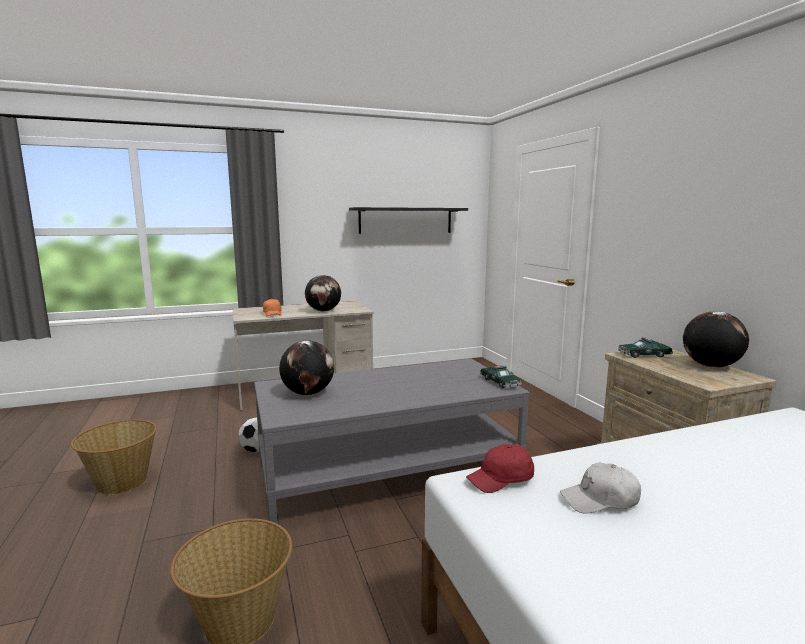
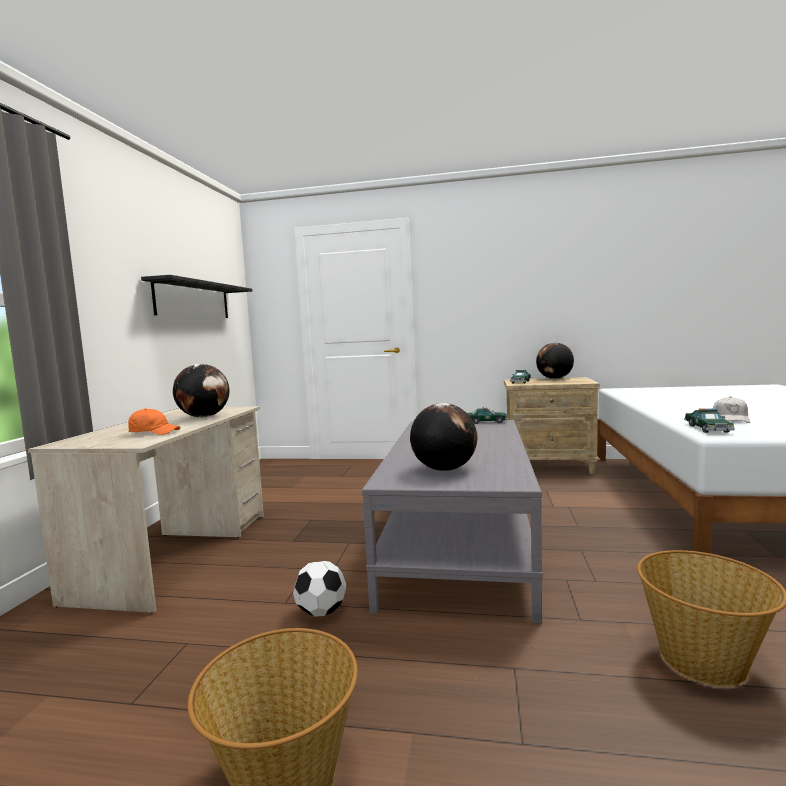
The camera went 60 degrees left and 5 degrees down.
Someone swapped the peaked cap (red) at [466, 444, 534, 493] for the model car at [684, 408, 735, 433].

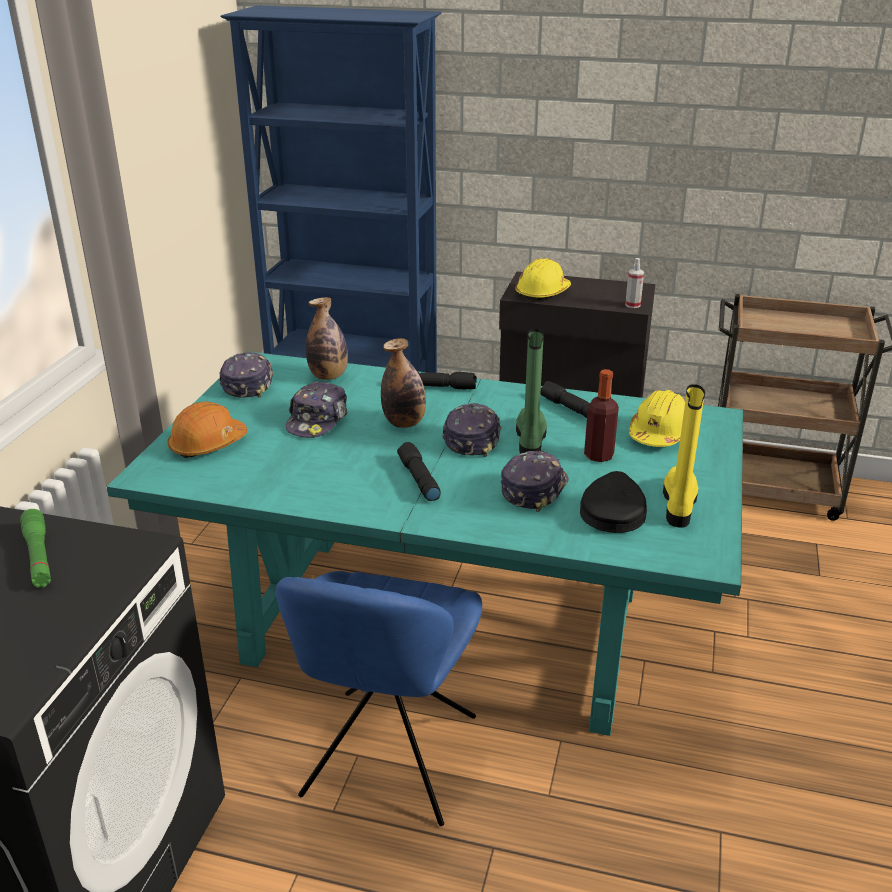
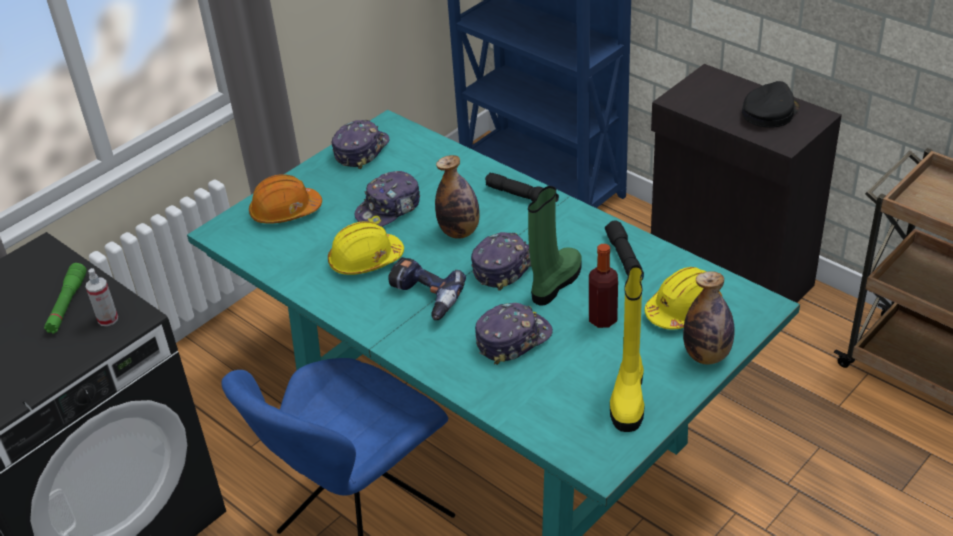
The camera went 30 degrees right and 10 degrees up.
Someone carried the drink bottle from [306, 297, 348, 380] to [683, 271, 735, 365].
Someone swapped the flashlight (blackish) at [397, 442, 441, 501] for the drill at [388, 257, 466, 320].
Someone carried the safety helmet (yellow-coloured) from [515, 258, 571, 301] to [328, 221, 404, 275].
Someone carried the peaked cap (blackish) from [580, 471, 647, 533] to [742, 81, 800, 128].
Someone carried the sprayer from [625, 258, 644, 308] to [86, 268, 118, 326].
Someone rotated the boot (yellow-coloured) at [663, 384, 705, 528] by 150 degrees clockwise.

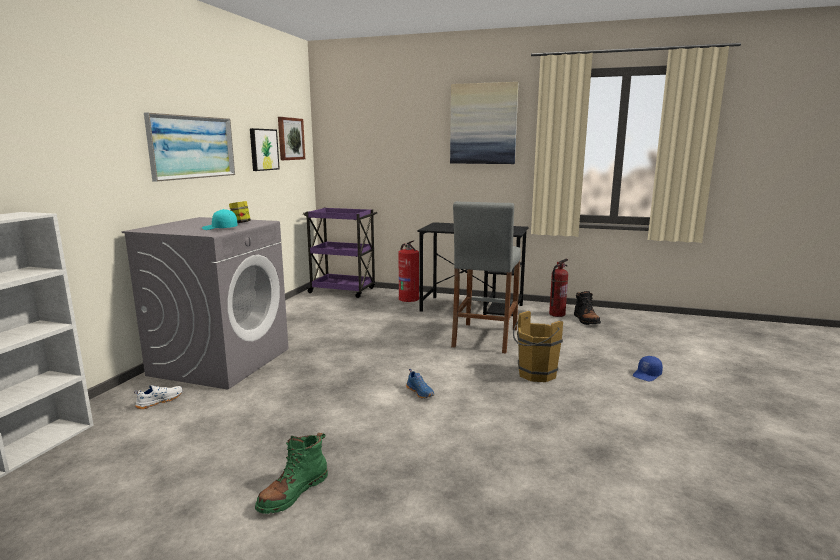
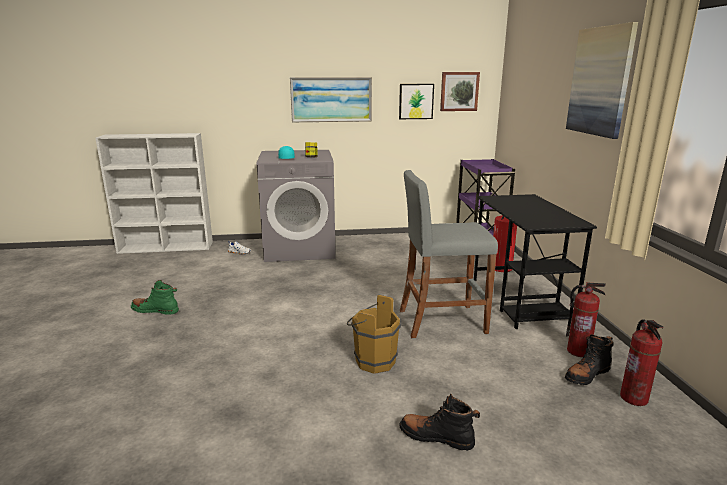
The camera went 65 degrees right and 5 degrees up.
Someone took away the low shoe (bluish) at [406, 369, 434, 399].
Someone swapped the peaked cap (bluish) at [633, 356, 663, 382] for the boot (blackish) at [399, 394, 480, 451].
Someone put down the extinguisher at [620, 319, 663, 406].

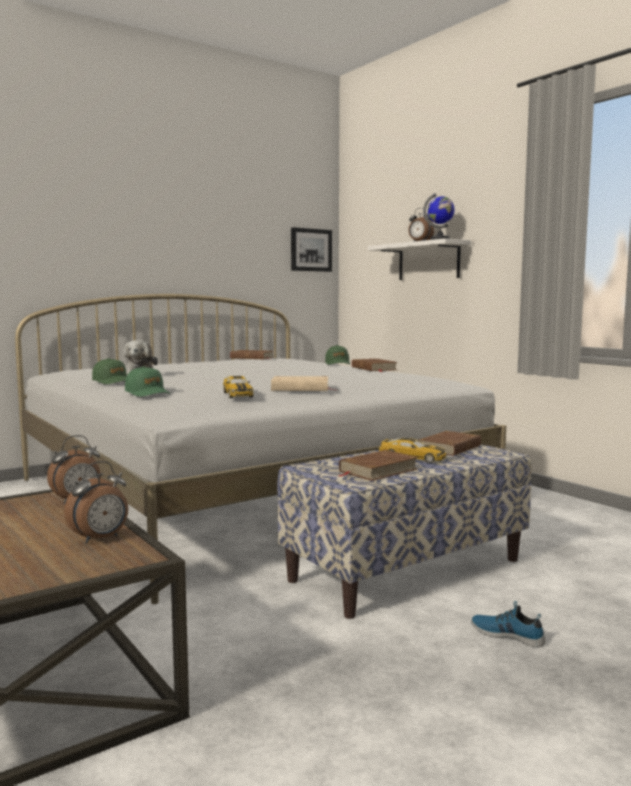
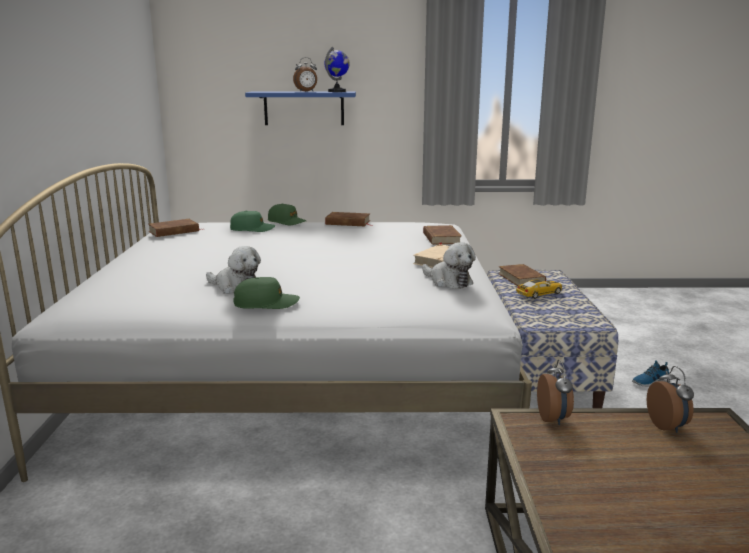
The camera went 55 degrees left and 10 degrees up.
Someone carried the peaked cap (greenish) from [125, 366, 170, 397] to [230, 210, 275, 232].
Someone swapped the model car at [223, 376, 254, 398] for the plush toy at [422, 242, 476, 289].
Someone took away the wall art at [291, 227, 332, 272].
Someone carried the bound book (brown) from [338, 450, 418, 481] to [423, 225, 462, 245].
Someone repainted the wall shelf (whitish) at [368, 238, 471, 280], which became the wall shelf (bluish) at [245, 91, 356, 125].

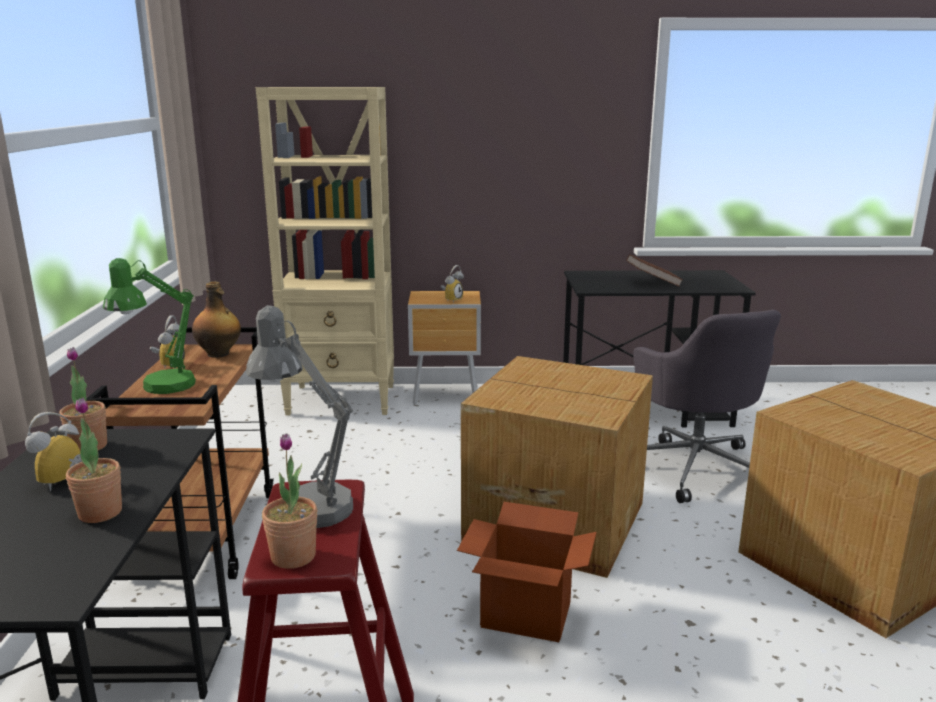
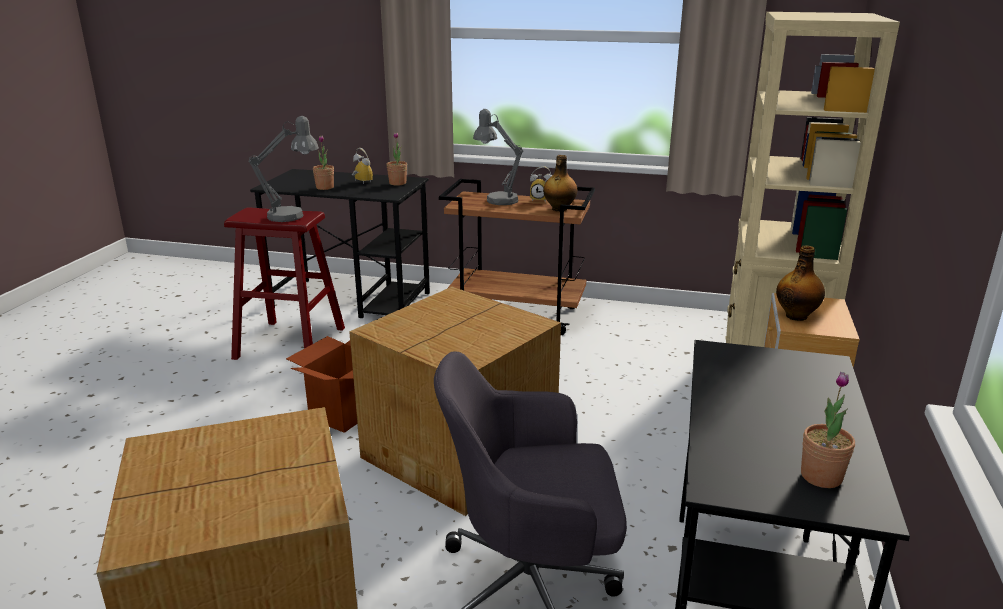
The camera went 105 degrees right and 5 degrees up.
Someone repainted the lamp for a table (greenish) at [103, 258, 196, 394], which became the lamp for a table (greyish) at [473, 109, 523, 205].
Someone carried the potted plant from [262, 433, 317, 569] to [801, 372, 855, 488].
Someone swapped the bedside clock at [440, 265, 464, 302] for the drink bottle at [776, 245, 825, 321].
Someone took away the bound book (brown) at [626, 254, 683, 287].

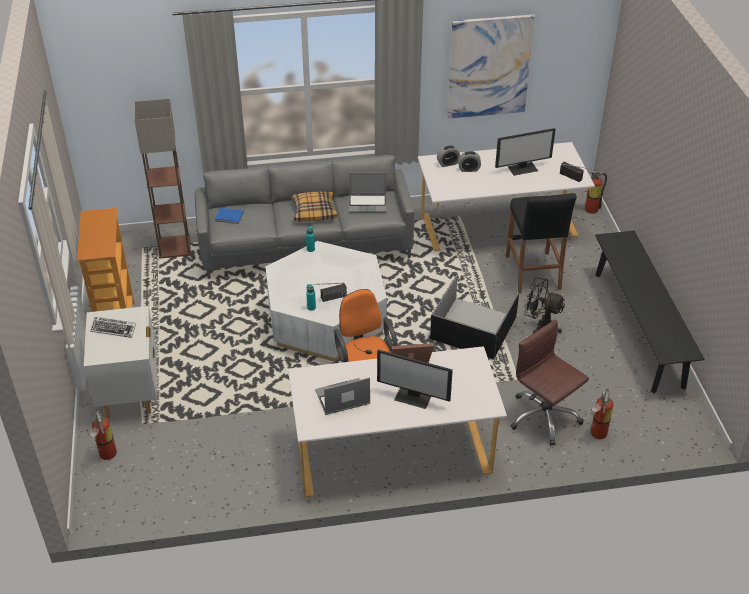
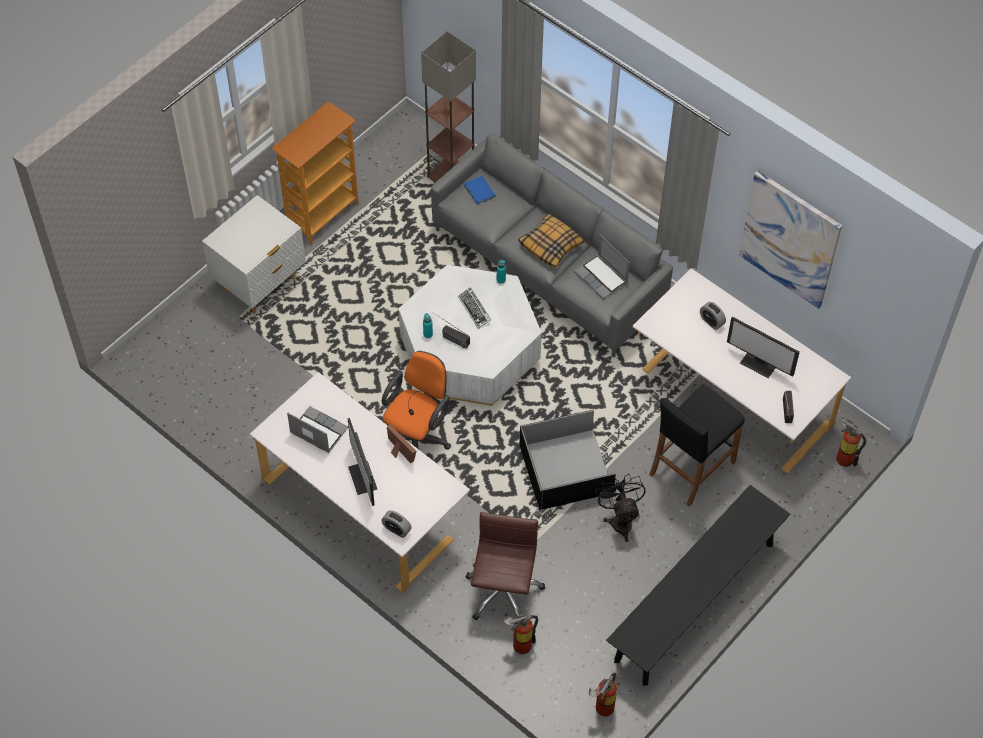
The camera went 50 degrees right and 15 degrees up.
Someone carried the extinguisher from [89, 409, 117, 460] to [589, 672, 617, 716].
Someone carried the keyboard from [90, 317, 136, 338] to [458, 287, 491, 329].
Someone carried the bedside clock from [437, 145, 460, 167] to [381, 510, 412, 538].

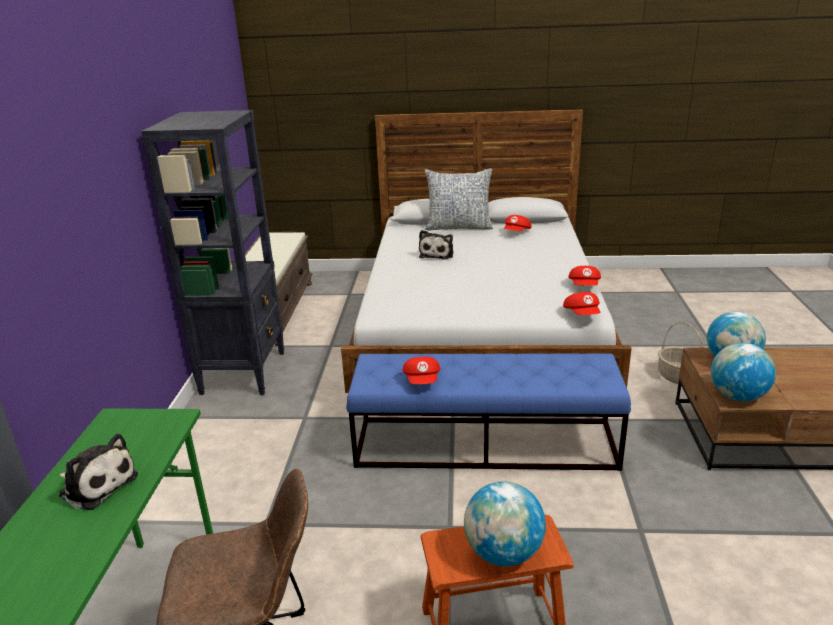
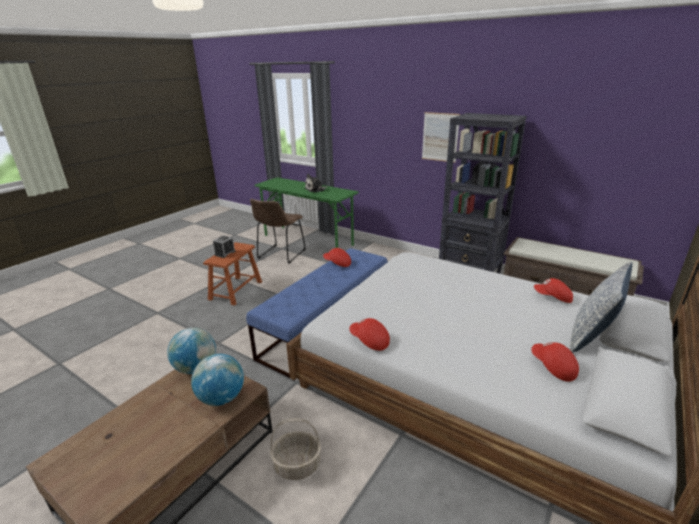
The camera went 120 degrees right and 0 degrees up.
Someone took away the plush toy at [419, 230, 454, 260].
Someone swapped the world globe at [464, 481, 546, 566] for the bedside clock at [213, 235, 236, 258].
Someone carried the peaked cap (red) from [563, 292, 601, 315] to [534, 278, 573, 303].
Someone put up the wall art at [422, 112, 460, 163].

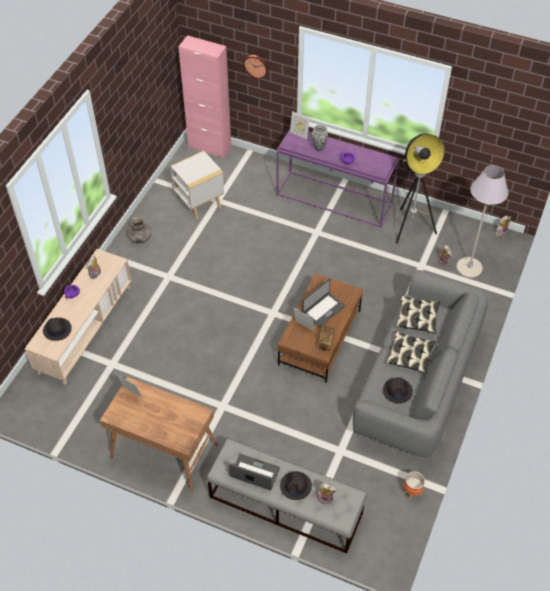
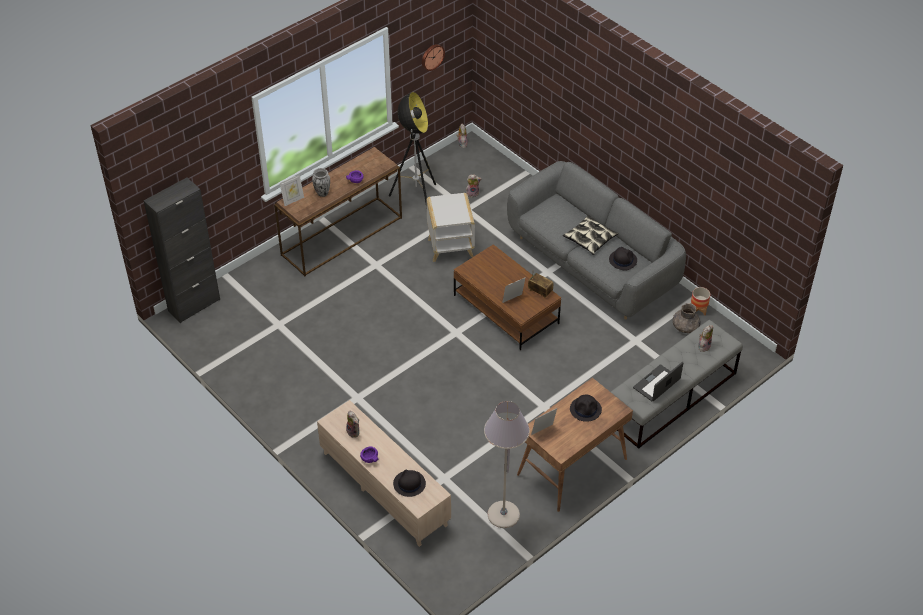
The camera went 65 degrees left and 5 degrees down.
Someone carried the flower vase (greyish) from [127, 217, 152, 244] to [673, 303, 701, 333].
Someone carried the side table (whitish) from [170, 151, 224, 219] to [426, 193, 475, 262].
Someone repainted the cupboard (pink) at [178, 35, 231, 158], which became the cupboard (blackish) at [144, 177, 220, 323].
Someone carried the wall clock from [243, 55, 268, 79] to [422, 44, 445, 71].
Someone repainted the narrow table (purplish) at [277, 129, 399, 228], which became the narrow table (brown) at [274, 147, 402, 277].
Someone carried the hat (blackish) from [280, 471, 312, 500] to [570, 395, 602, 422].
Someone took away the portable computer at [302, 279, 346, 328].
Someone took away the pillow at [396, 295, 441, 334].
Someone carried the floor lamp (greyish) from [457, 165, 509, 278] to [484, 401, 530, 528].

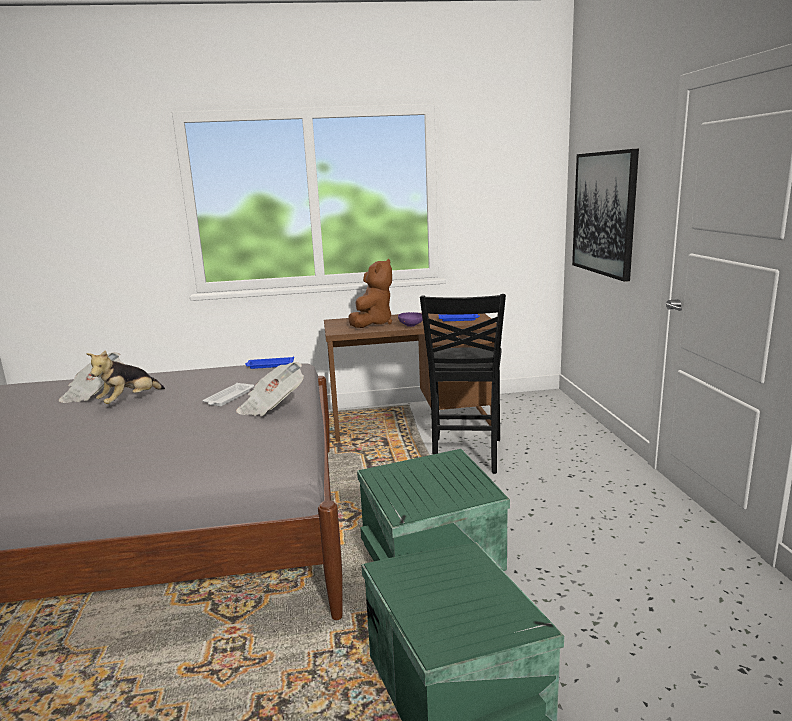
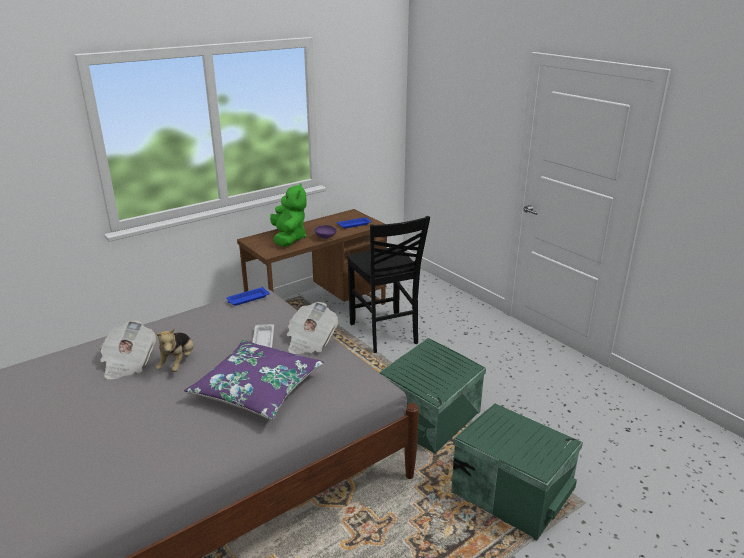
The camera went 30 degrees left and 10 degrees up.
Someone repainted the plush toy (brown) at [348, 259, 392, 328], which became the plush toy (greenish) at [270, 183, 307, 247].
Someone took away the wall art at [572, 149, 639, 282].
Someone put down the pillow (purplish) at [184, 340, 324, 420].

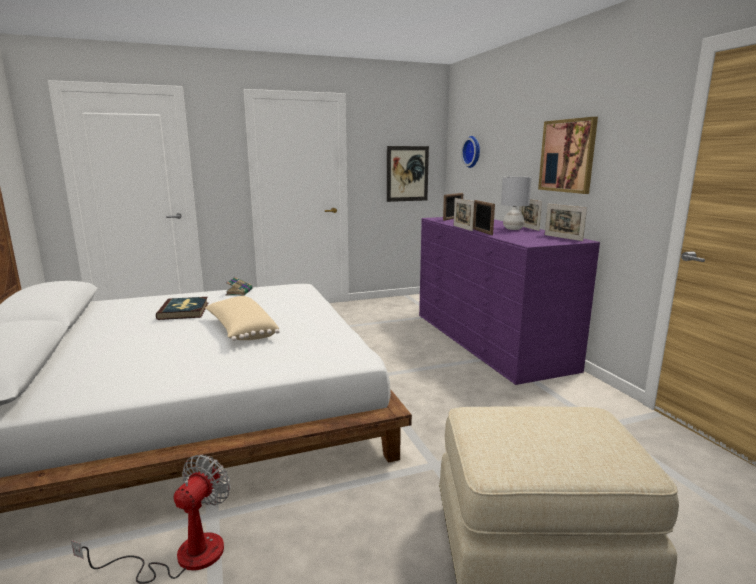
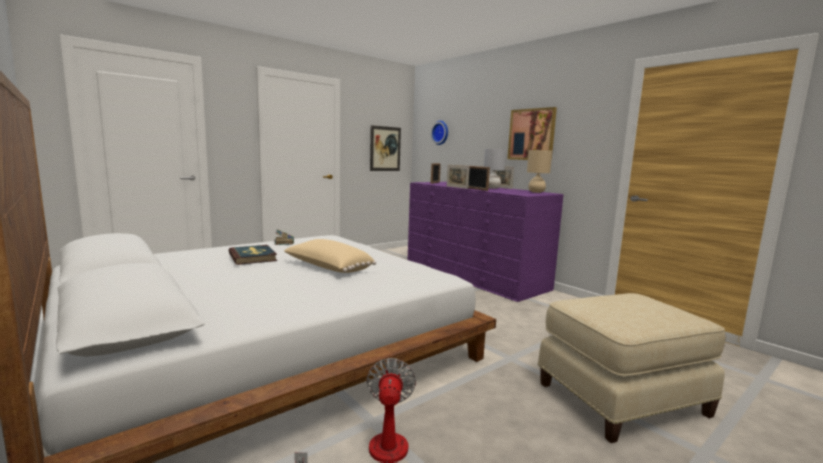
The camera went 20 degrees left and 5 degrees down.
Someone swapped the standing frame at [545, 204, 587, 241] for the lamp for a table (beige) at [527, 150, 552, 193].

